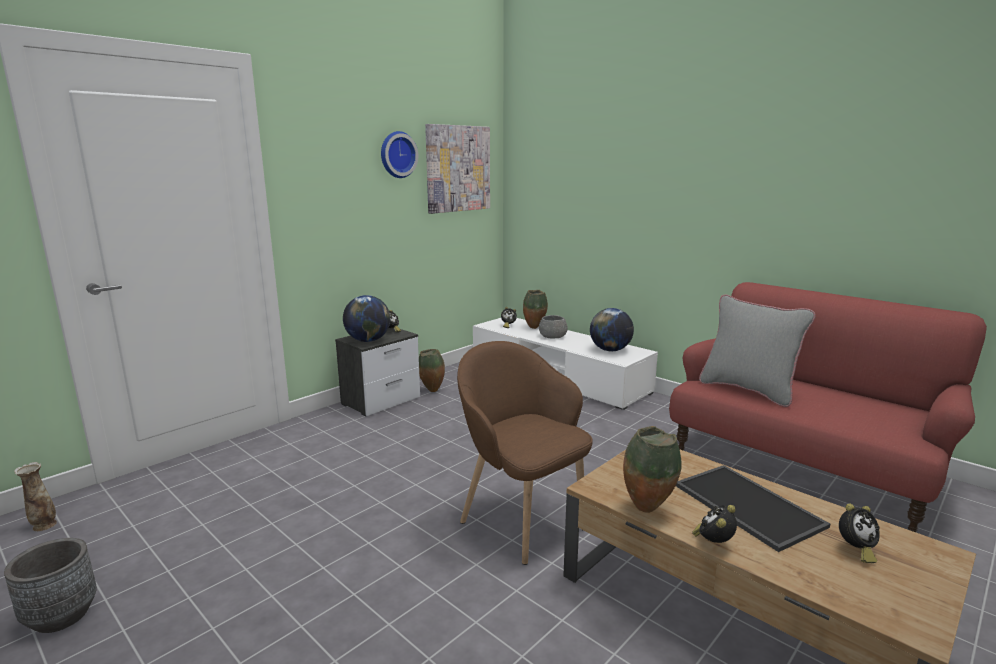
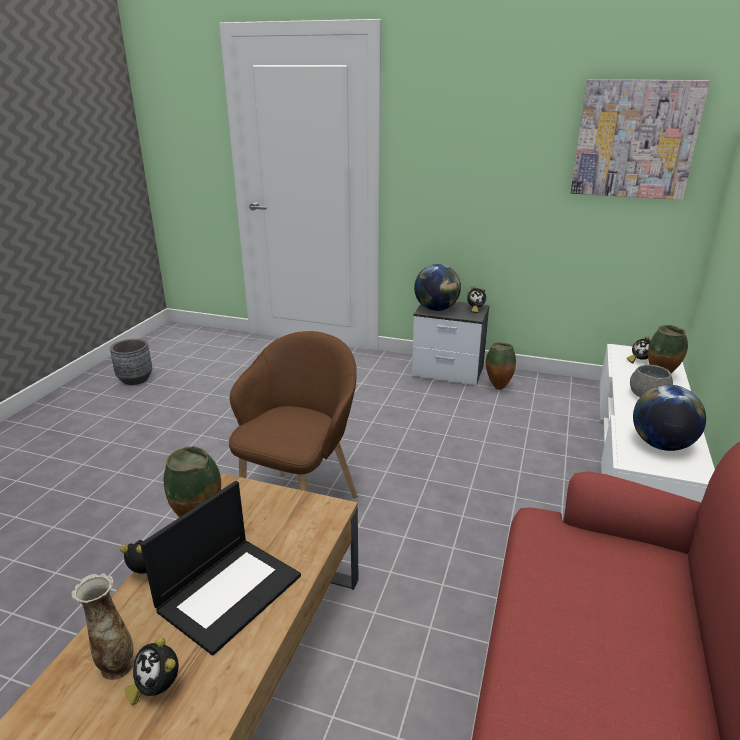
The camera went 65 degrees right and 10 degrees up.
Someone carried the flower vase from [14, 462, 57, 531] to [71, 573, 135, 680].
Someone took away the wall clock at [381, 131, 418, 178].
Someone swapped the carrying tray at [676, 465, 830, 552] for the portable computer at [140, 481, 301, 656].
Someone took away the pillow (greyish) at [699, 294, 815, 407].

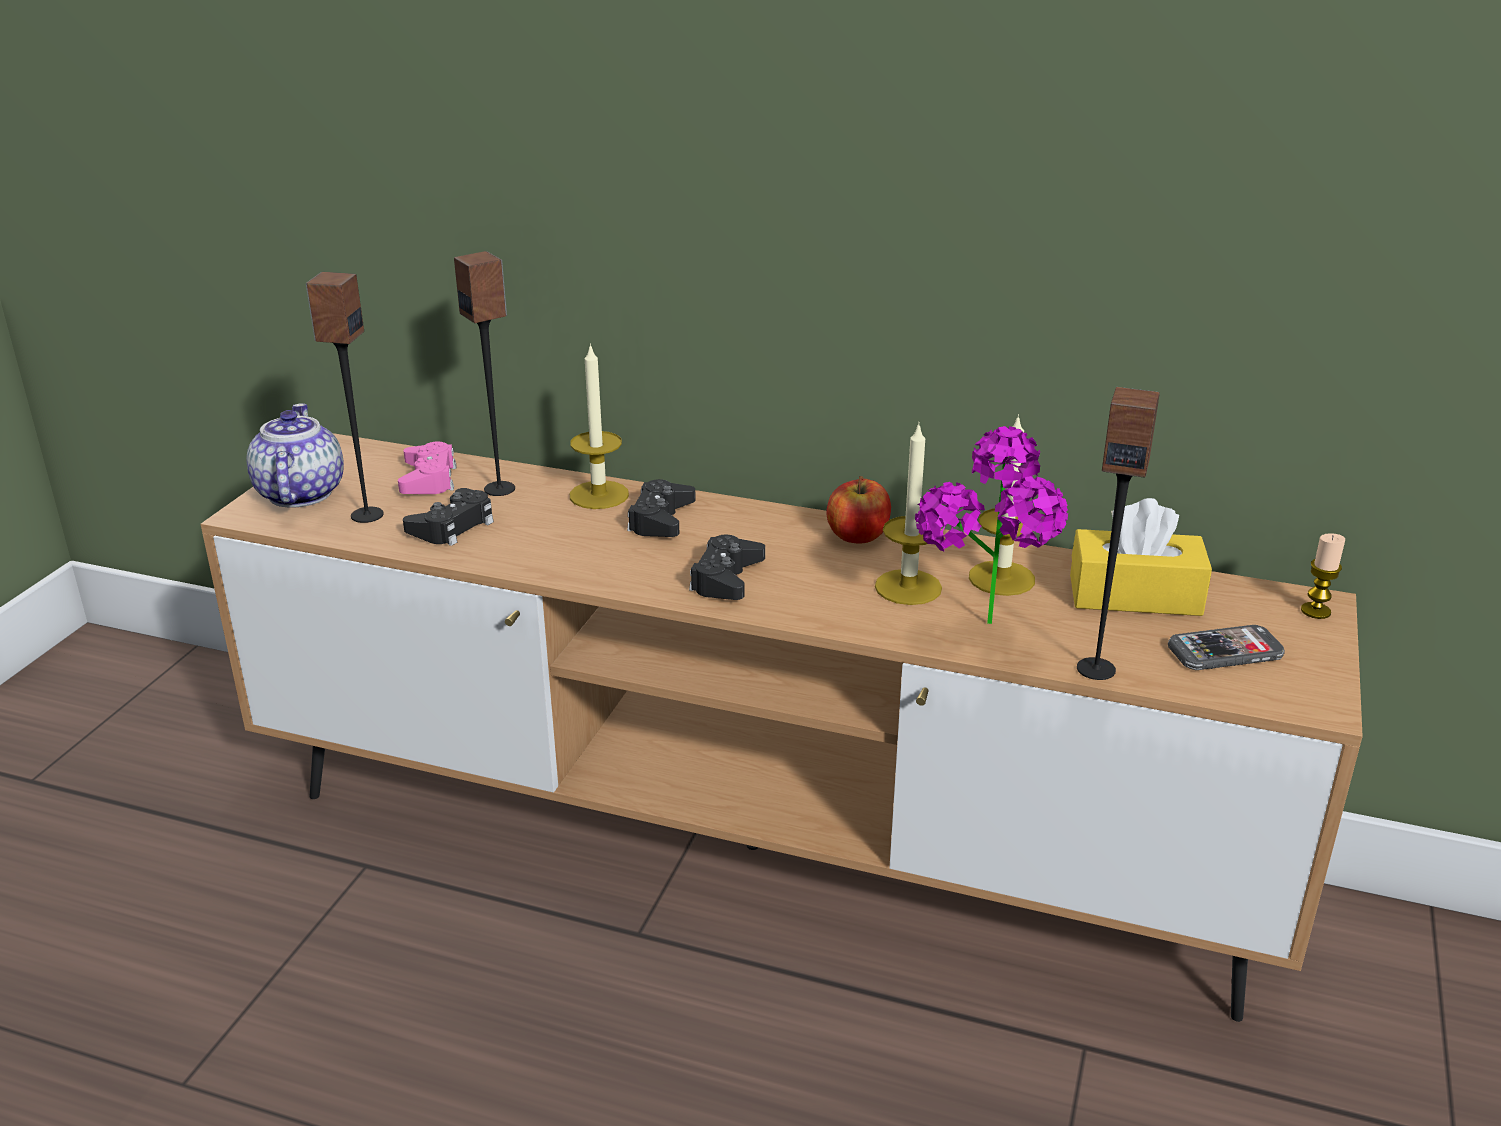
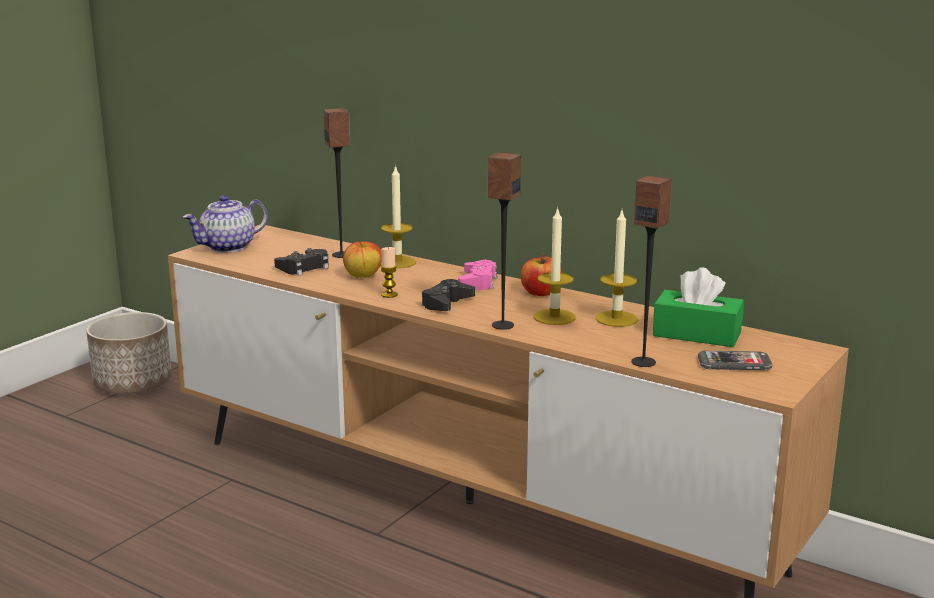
The camera went 15 degrees right and 10 degrees down.
Someone rotated the teapot at [247, 404, 344, 508] by 135 degrees counterclockwise.
Someone carried the audio speaker from [306, 272, 384, 523] to [487, 152, 521, 330].
Someone carried the gamepad (pink) from [398, 442, 457, 494] to [458, 260, 497, 290].
Someone took away the gamepad (blackish) at [627, 479, 696, 537].
Someone took away the potted plant at [915, 426, 1068, 624].
Someone repainted the tissue box (yellow-coloured) at [1070, 498, 1212, 616], which became the tissue box (greenish) at [653, 267, 744, 347].
Someone carried the wax light from [1301, 533, 1345, 619] to [380, 247, 398, 298].
Someone put down the flower pot at [86, 312, 172, 394].
Someone put down the apple fruit at [343, 241, 382, 278].

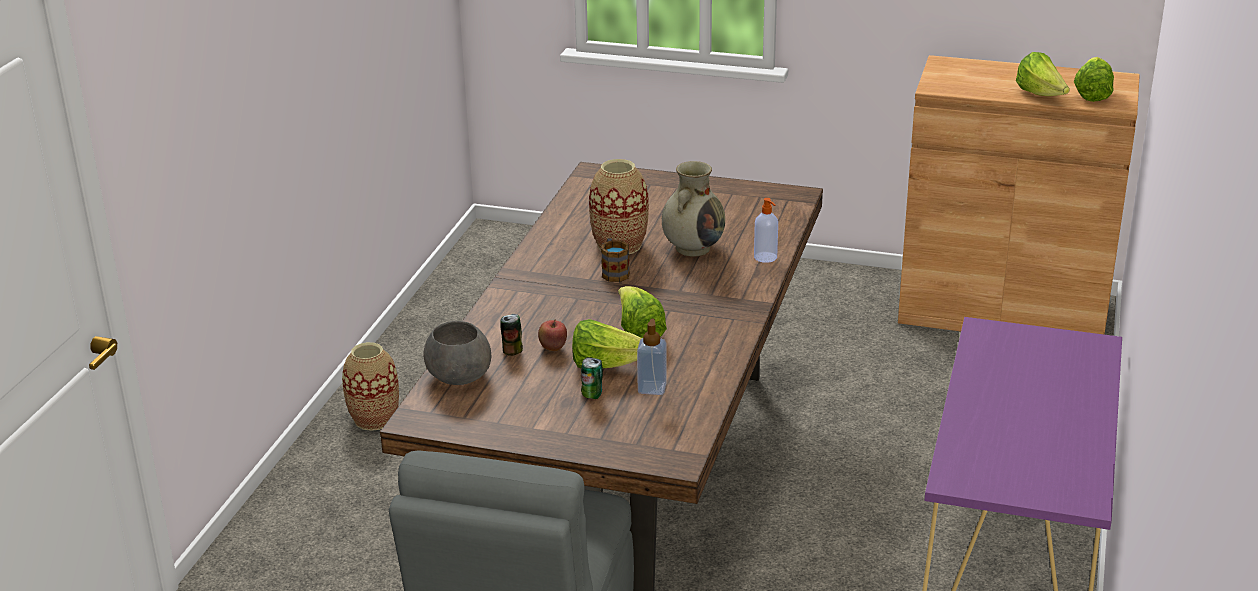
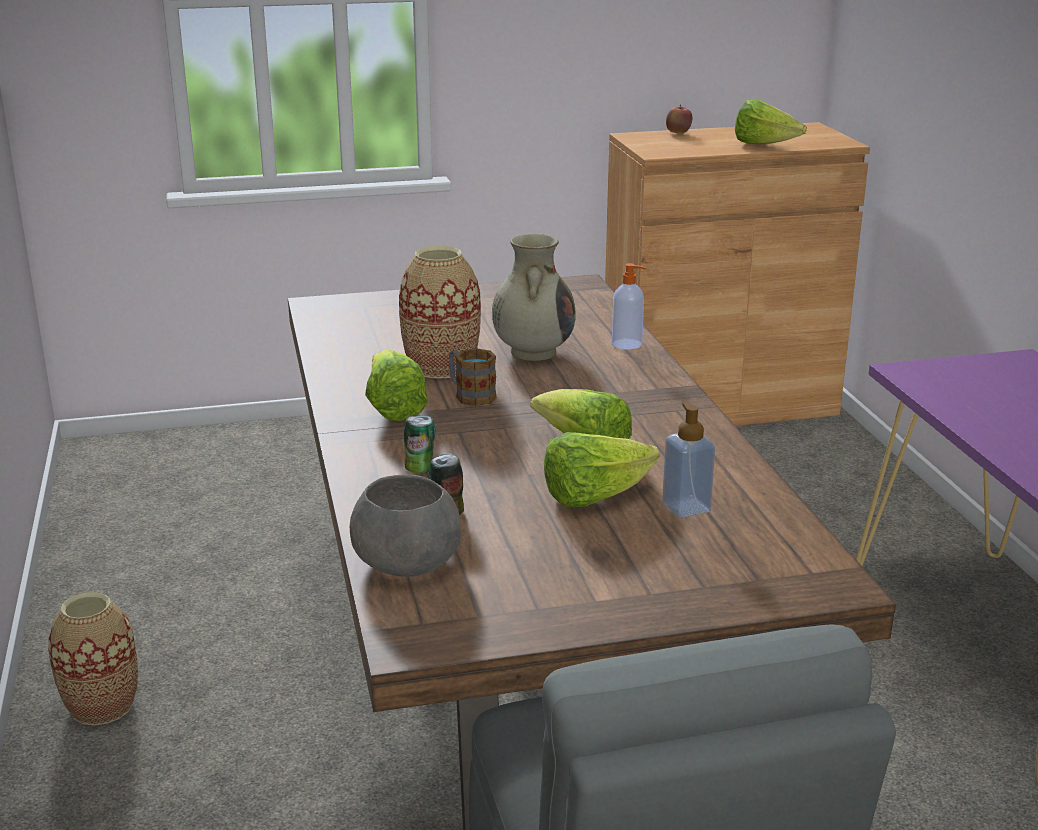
The camera went 30 degrees left and 5 degrees down.
Someone carried the apple fruit from [538, 320, 567, 351] to [666, 104, 692, 134].
Someone carried the sealed can from [581, 357, 603, 399] to [404, 415, 436, 473].
Someone carried the lettuce from [1074, 57, 1114, 102] to [365, 349, 428, 421].

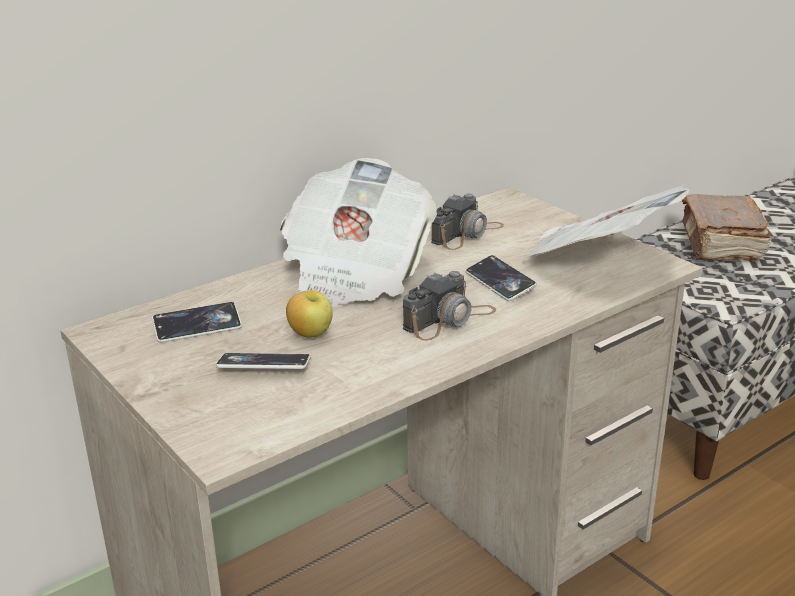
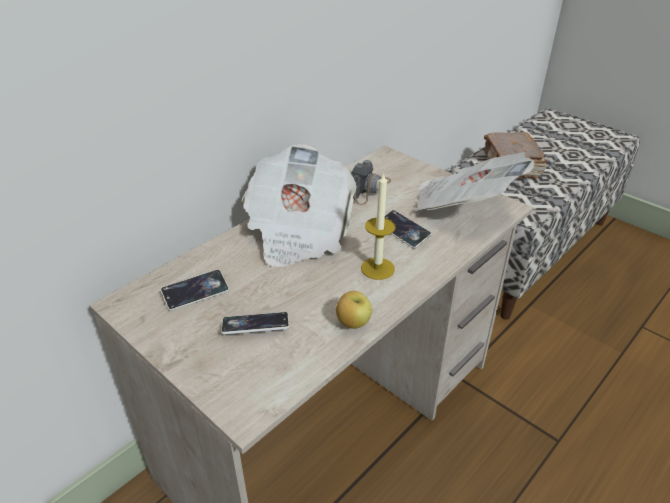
The camera went 10 degrees left and 10 degrees up.
Someone carried the apple fruit from [286, 290, 333, 338] to [336, 291, 372, 329].
Someone swapped the still camera at [403, 271, 496, 341] for the wax light at [361, 172, 396, 280].

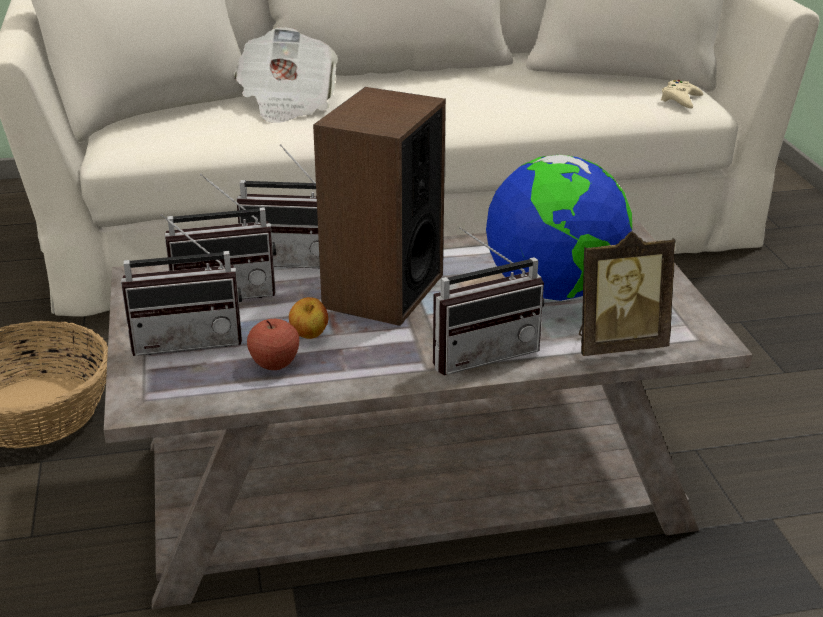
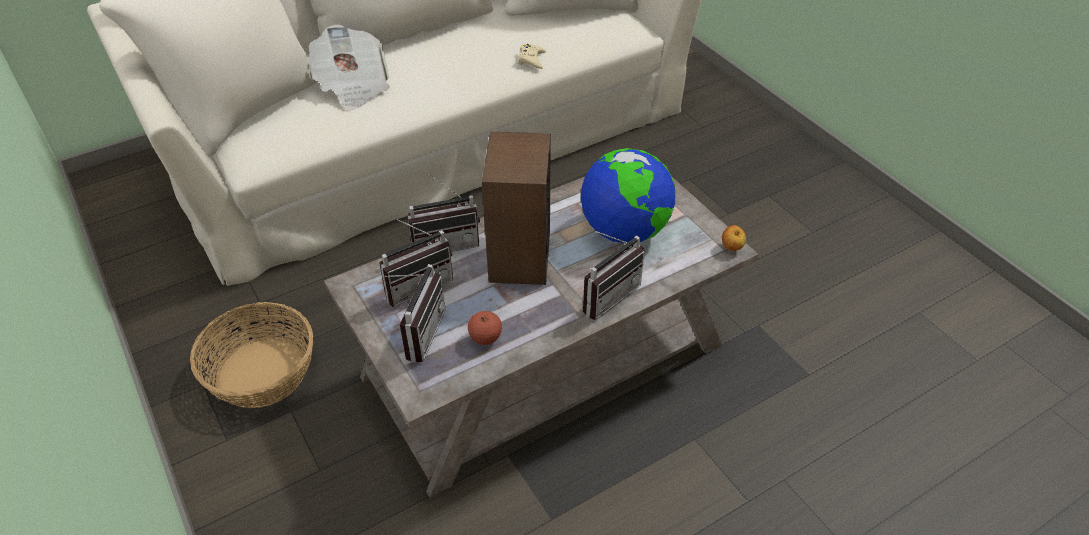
The camera went 20 degrees left and 15 degrees up.
Someone rotated the radio set at [121, 214, 242, 356] by 45 degrees counterclockwise.
Someone carried the apple fruit from [289, 297, 329, 339] to [722, 225, 746, 251].
Someone took away the standing frame at [579, 231, 676, 356].
Someone carried the gamepad (beige) from [661, 80, 703, 108] to [518, 44, 546, 69].

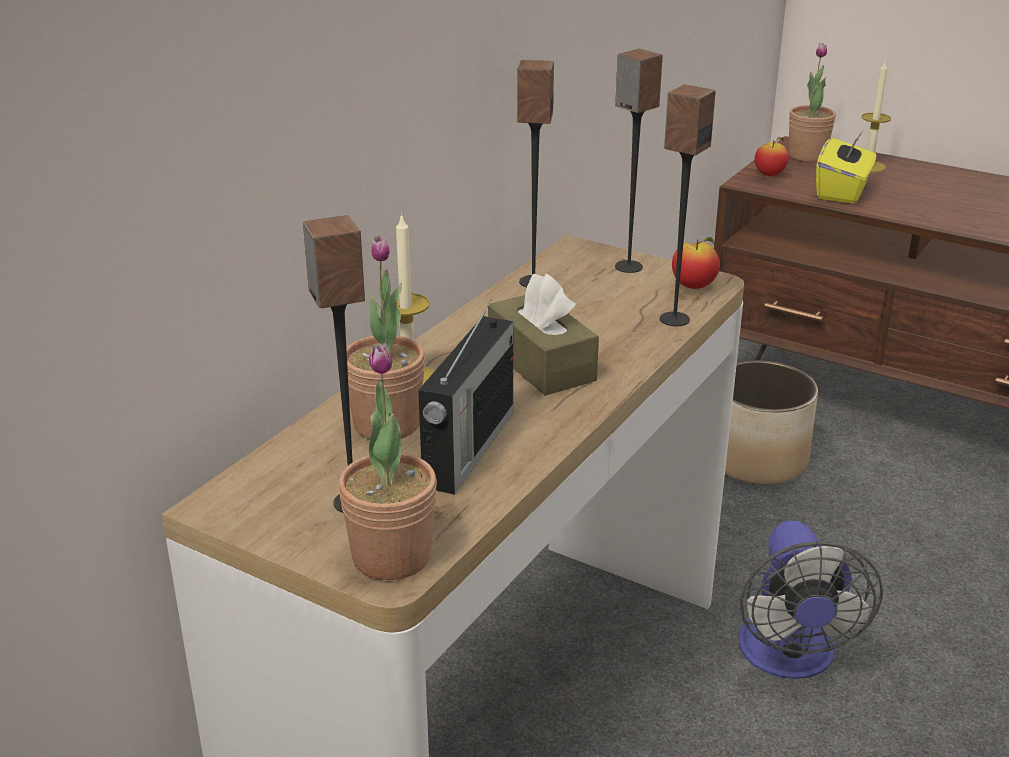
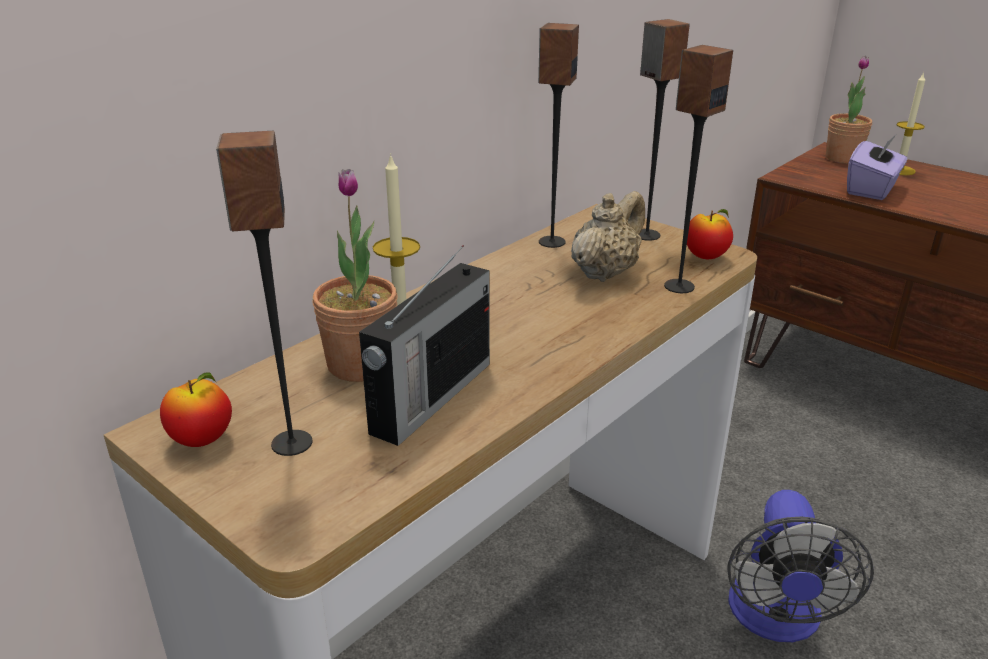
The camera went 10 degrees right and 0 degrees up.
Someone took away the potted plant at [338, 343, 437, 581].
Someone took away the tissue box (brown) at [488, 273, 599, 396].
Someone took away the flower pot at [725, 361, 818, 485].
Someone carried the apple fruit from [755, 137, 789, 176] to [160, 372, 232, 447].
Someone repainted the tissue box (yellow-coloured) at [816, 131, 876, 204], which became the tissue box (purplish) at [847, 134, 907, 200].
Someone put down the teapot (beige) at [571, 191, 645, 282].

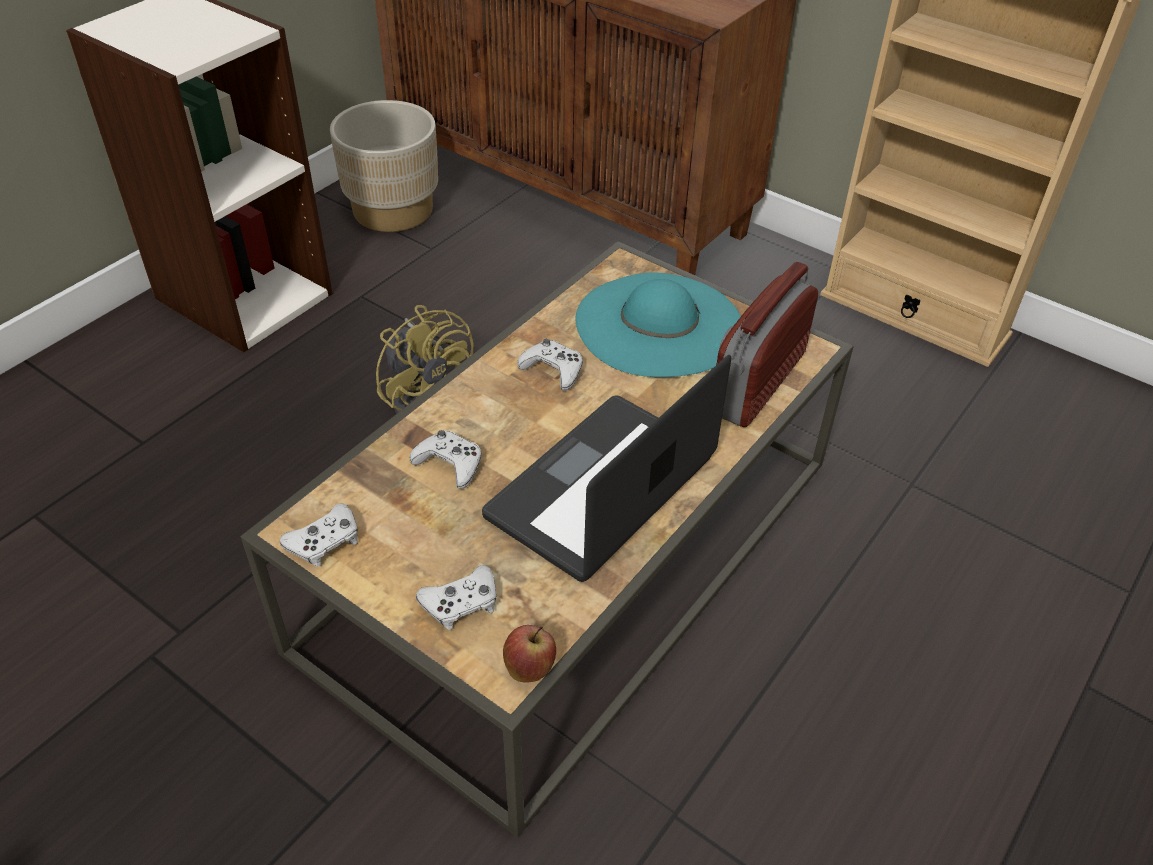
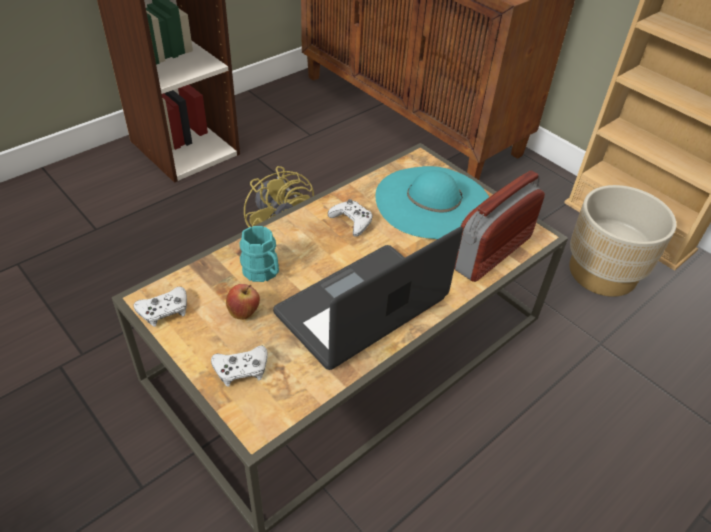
The camera went 10 degrees right and 0 degrees up.
Someone carried the flower pot (beige) from [330, 100, 438, 232] to [569, 185, 676, 297].
Someone swapped the gamepad (whitish) at [410, 430, 481, 489] for the mug (turquoise) at [239, 226, 279, 282].
Someone carried the apple fruit from [503, 625, 556, 682] to [226, 284, 260, 320].

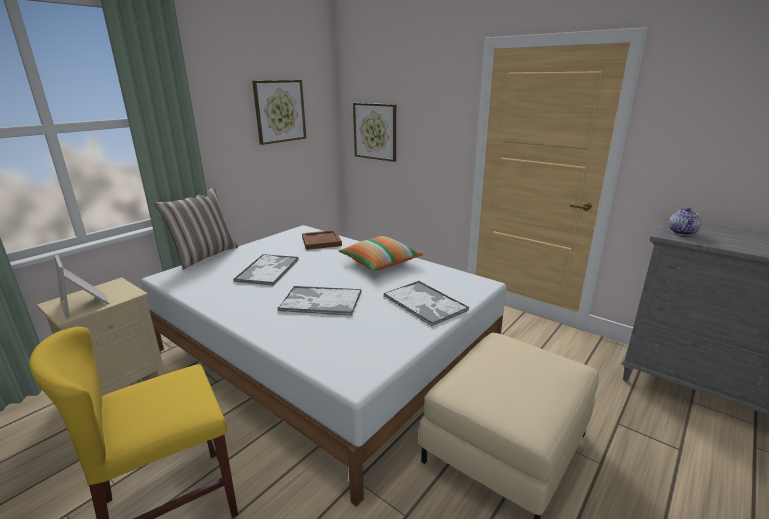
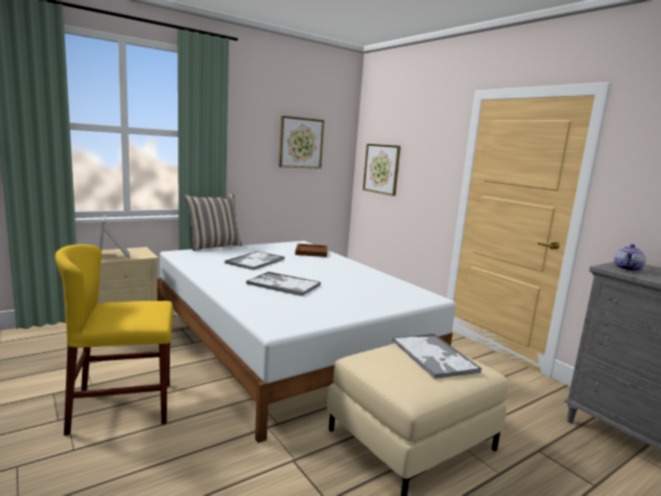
The camera went 15 degrees right and 10 degrees down.
Someone took away the pillow at [339, 236, 423, 271].
Someone carried the carrying tray from [384, 281, 469, 326] to [392, 334, 482, 379].

